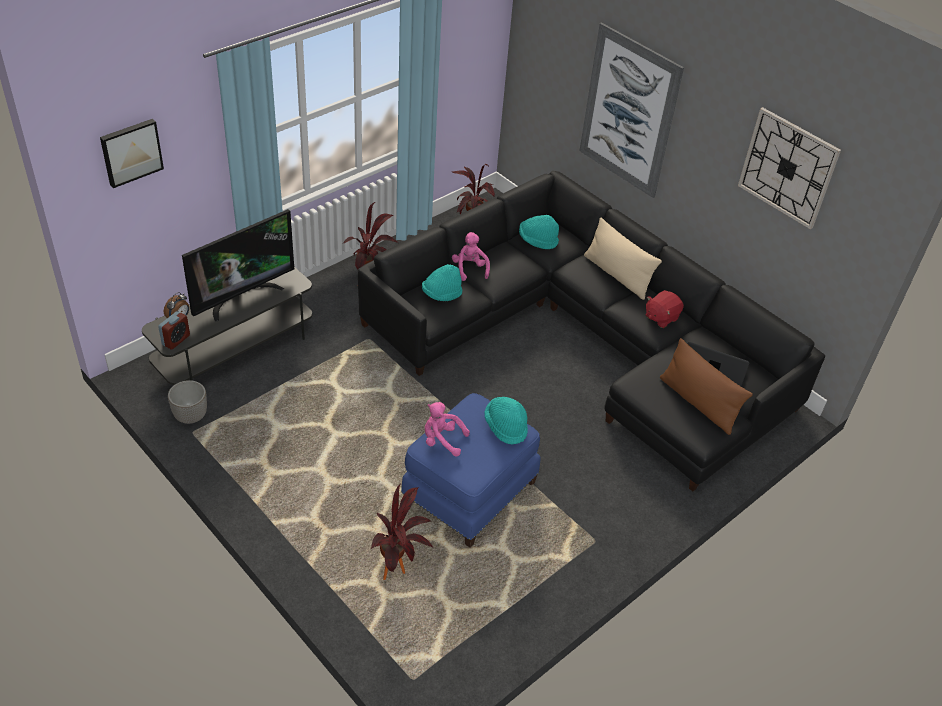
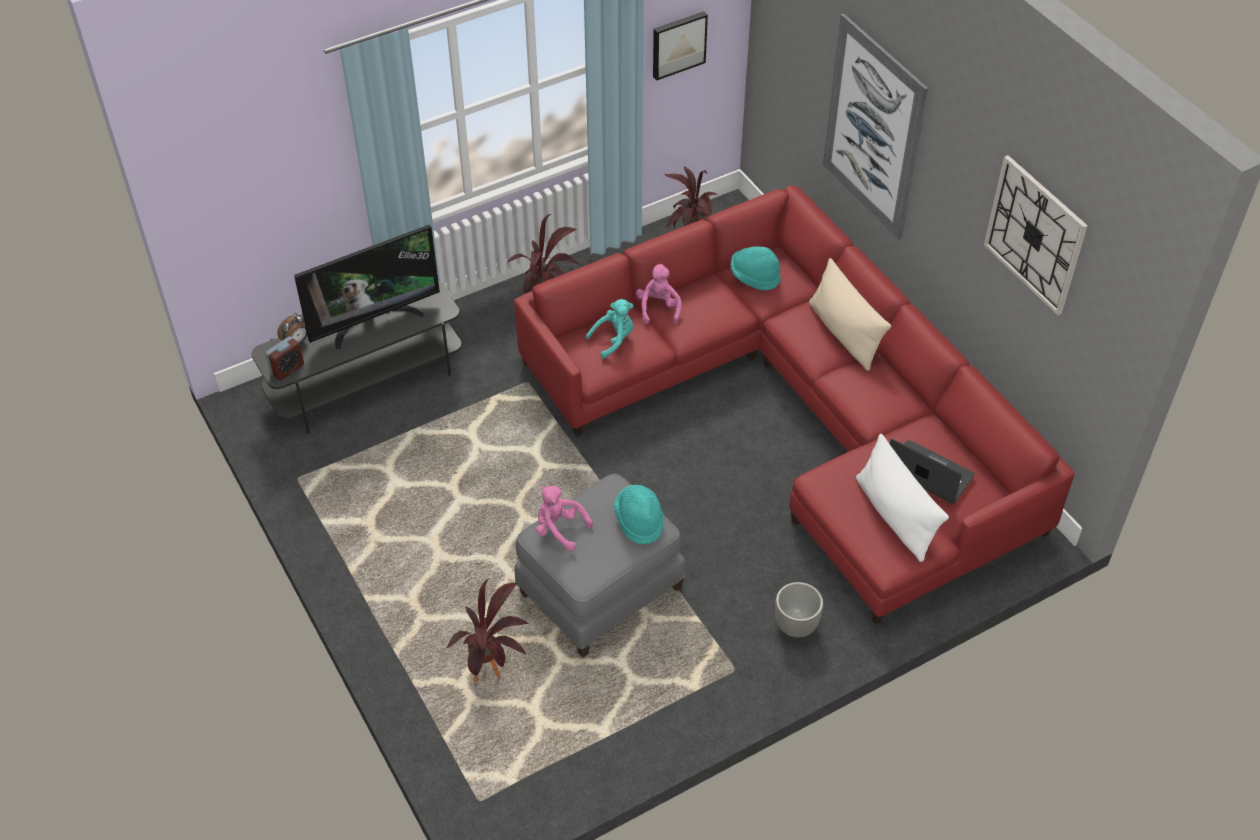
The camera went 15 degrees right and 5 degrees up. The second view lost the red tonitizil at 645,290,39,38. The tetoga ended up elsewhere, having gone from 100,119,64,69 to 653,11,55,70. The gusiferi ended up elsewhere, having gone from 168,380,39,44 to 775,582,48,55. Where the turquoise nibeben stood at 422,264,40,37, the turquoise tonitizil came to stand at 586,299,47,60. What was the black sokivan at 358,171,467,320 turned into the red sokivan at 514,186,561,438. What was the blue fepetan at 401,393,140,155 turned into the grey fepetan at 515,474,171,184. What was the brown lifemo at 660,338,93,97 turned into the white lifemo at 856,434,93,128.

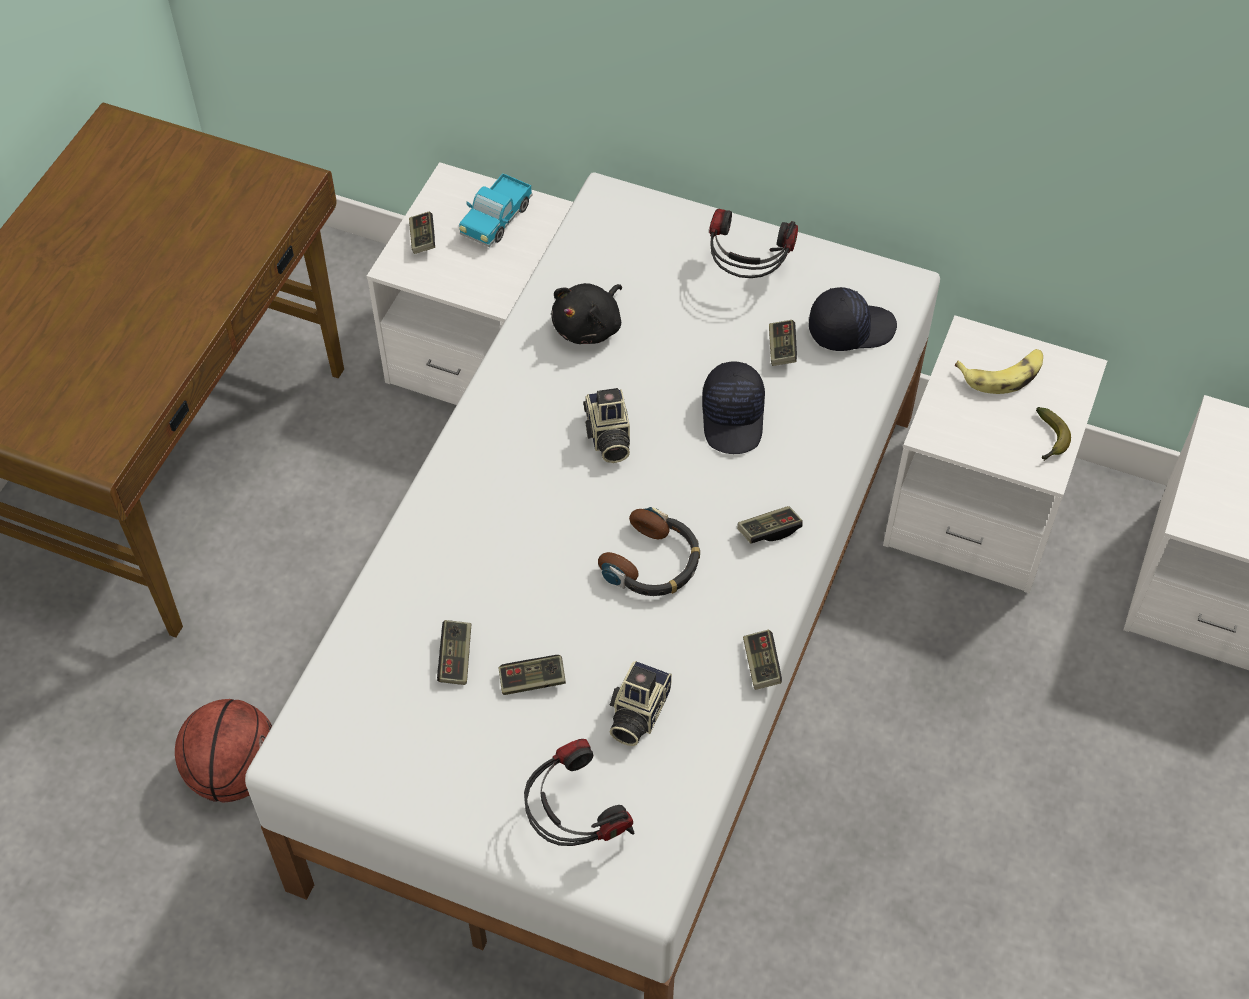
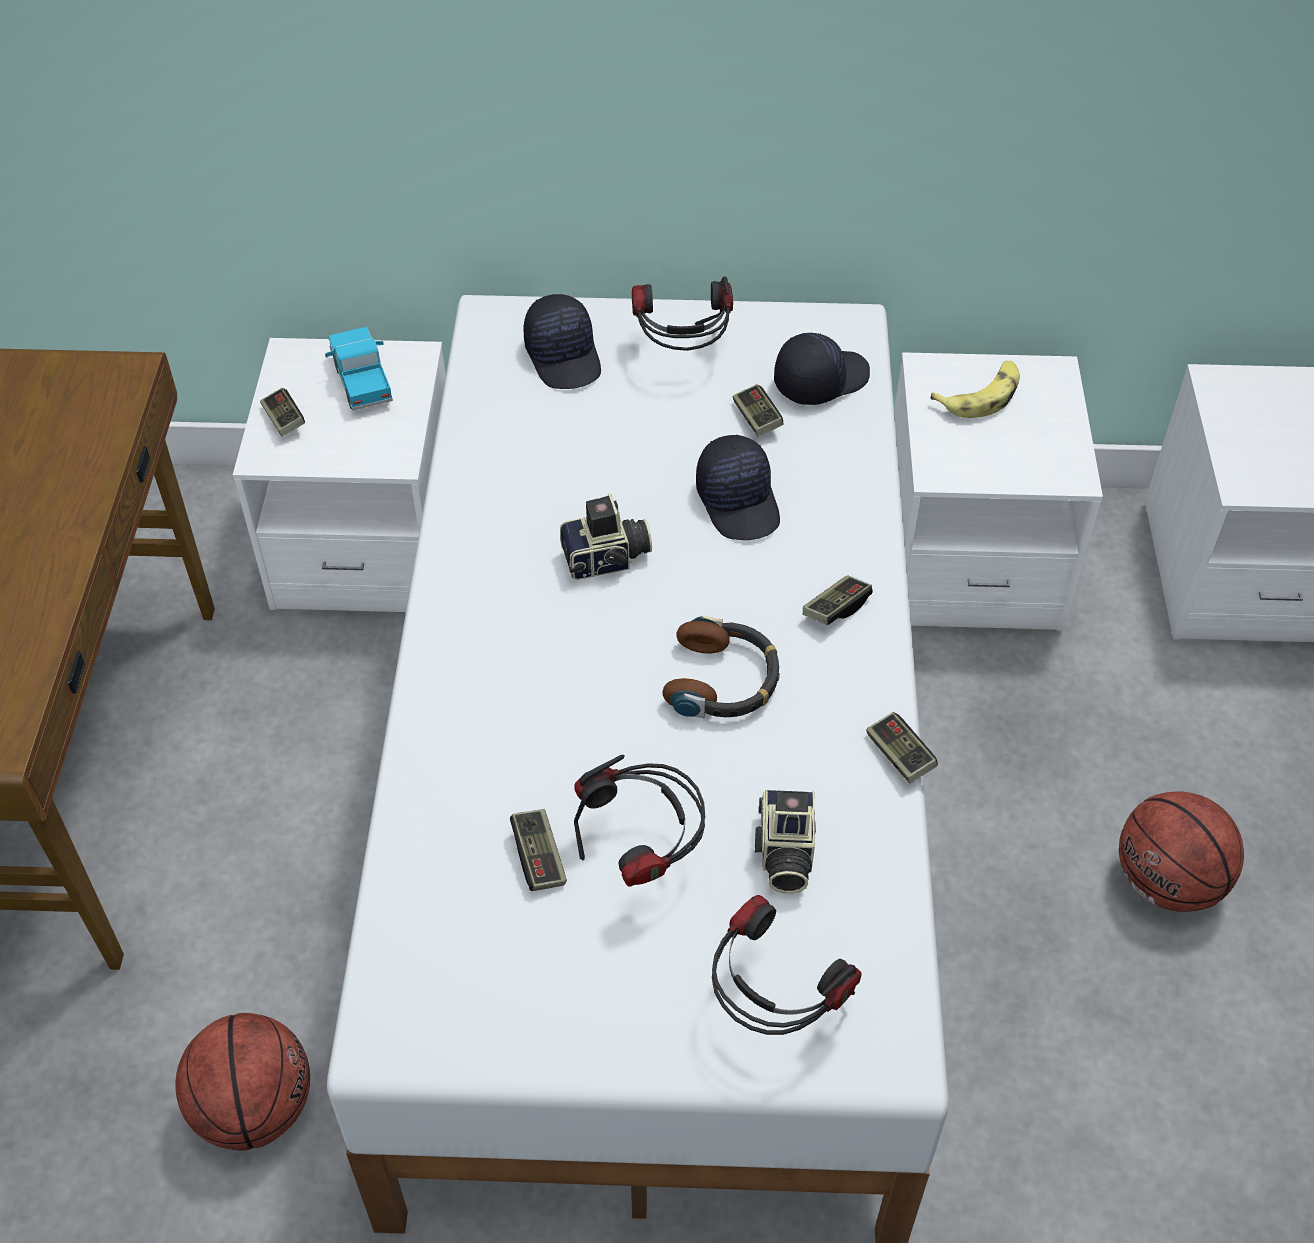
The camera went 20 degrees left and 5 degrees down. The second view lost the black tonitizil at 551,283,71,61. The second view lost the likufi at 1036,407,35,54. The second view gained the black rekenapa at 523,294,78,95. The second view gained the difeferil at 1119,792,125,120. Where the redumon stood at 499,655,67,40, the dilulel came to stand at 574,755,131,132. The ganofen at 459,173,74,74 ended up facing another way, 150 degrees clockwise from before. The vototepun at 583,388,47,75 ended up facing another way, 75 degrees counterclockwise from before.

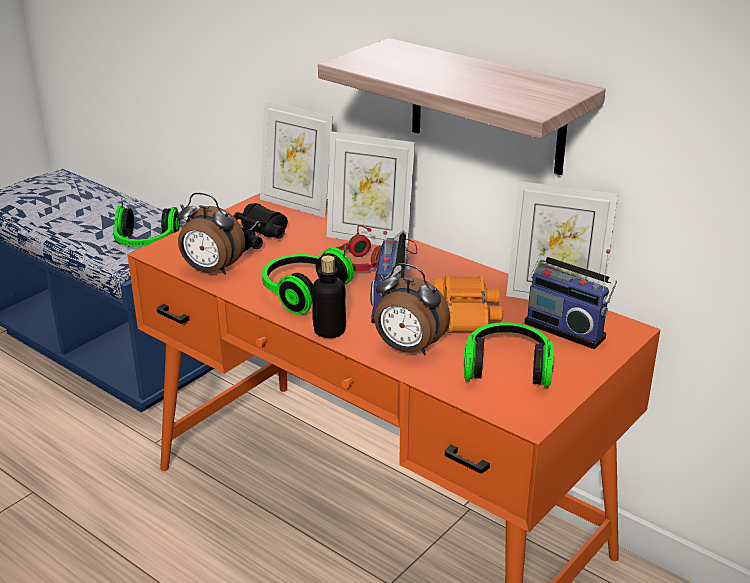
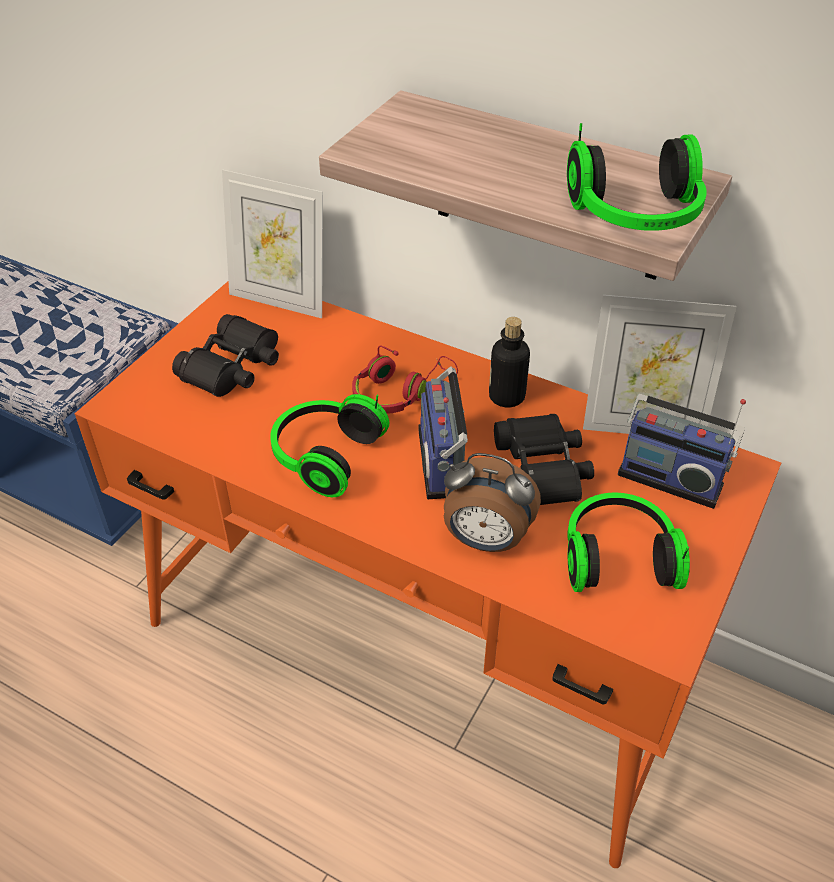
The camera went 10 degrees left and 15 degrees up. The second view lost the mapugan at 177,193,68,82. The second view lost the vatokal at 326,131,89,119. The dilulel ended up elsewhere, having gone from 113,198,67,49 to 567,123,140,108. The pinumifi ended up elsewhere, having gone from 312,255,34,83 to 489,317,41,90. What was the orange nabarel at 434,275,69,58 turned into the black nabarel at 494,414,100,91.

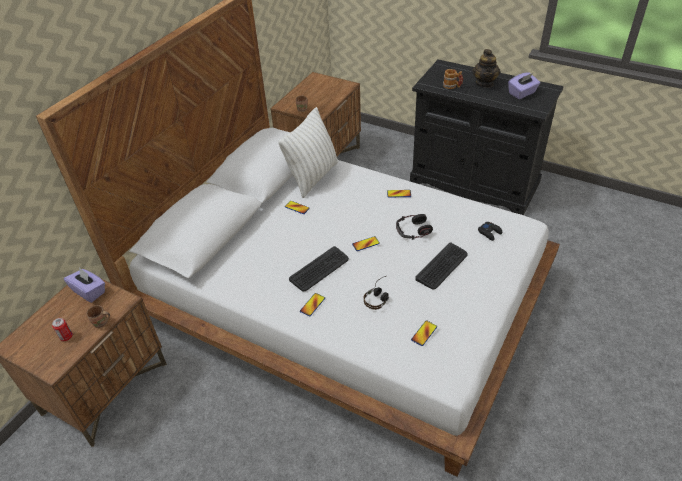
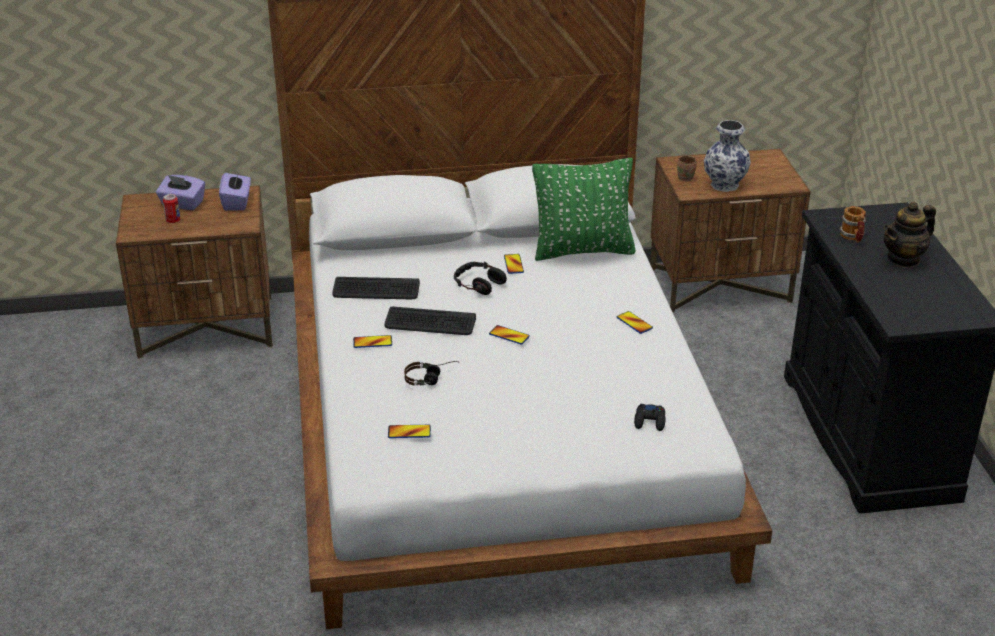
The camera went 50 degrees right and 10 degrees down. The second view lost the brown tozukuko at 87,305,23,23. The second view gained the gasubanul at 704,120,47,72. The dilulel ended up elsewhere, having gone from 396,214,37,26 to 454,262,53,33. The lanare ended up elsewhere, having gone from 415,242,53,48 to 332,277,88,22. The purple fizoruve ended up elsewhere, having gone from 508,72,32,27 to 156,175,49,35. What was the white lifemo at 278,107,60,91 turned into the green lifemo at 532,158,104,103.

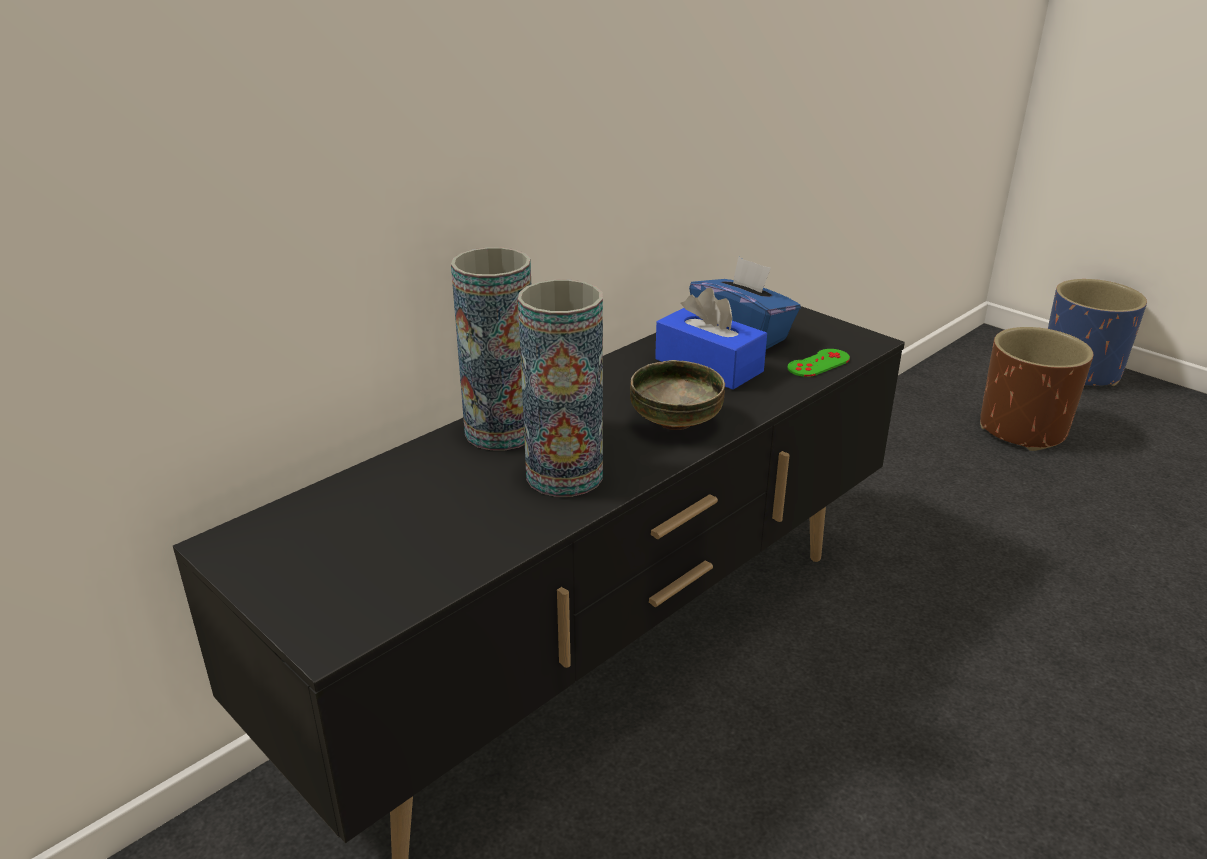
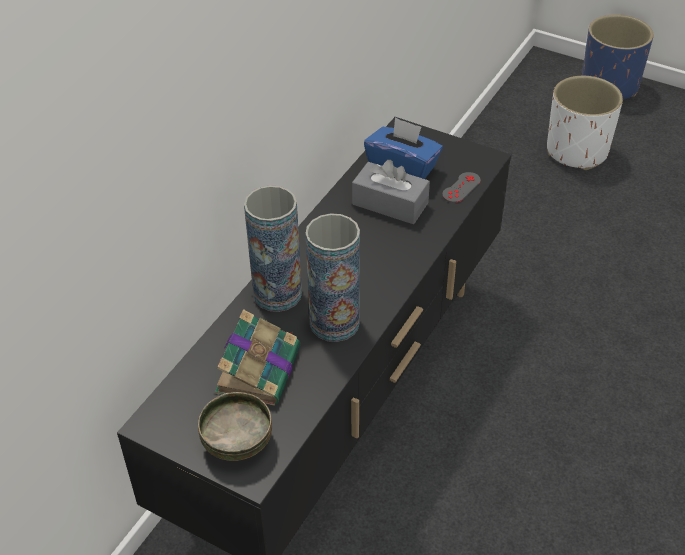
The camera went 15 degrees left and 15 degrees up. The second view gained the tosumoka at 215,309,85,97. The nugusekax ended up elsewhere, having gone from 630,360,95,70 to 198,392,74,69. What was the blue fizoruve at 655,288,112,102 turned into the grey fizoruve at 352,160,78,64. What was the green redumon at 788,349,62,28 turned into the grey redumon at 442,172,39,31. What was the brown gusiferi at 980,327,113,124 turned into the white gusiferi at 547,76,76,94.

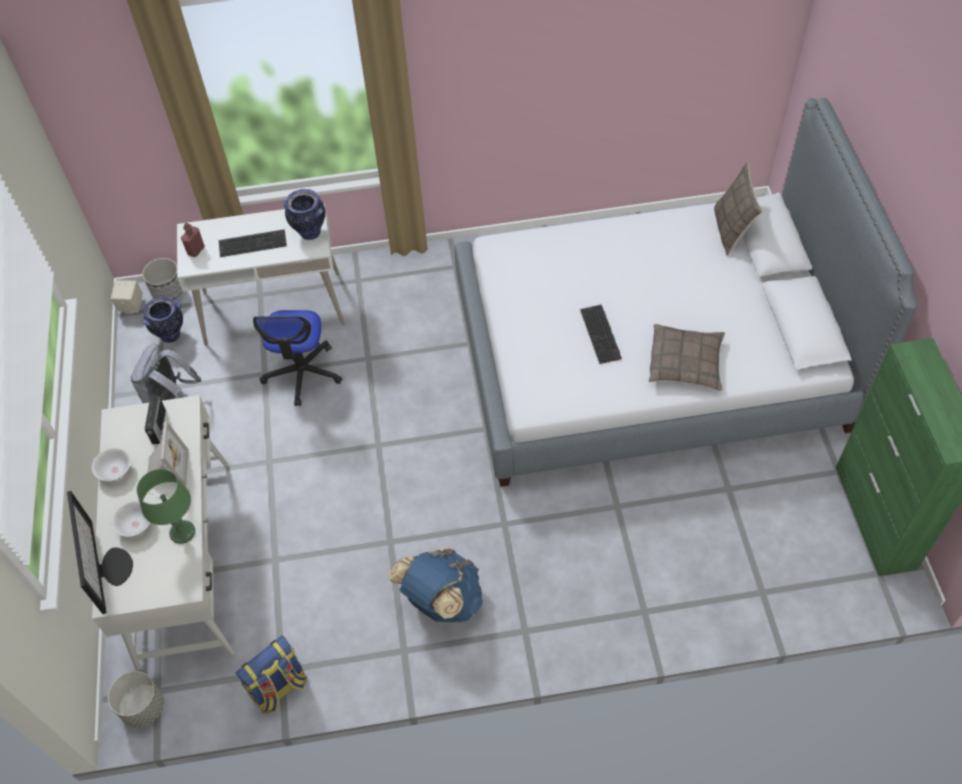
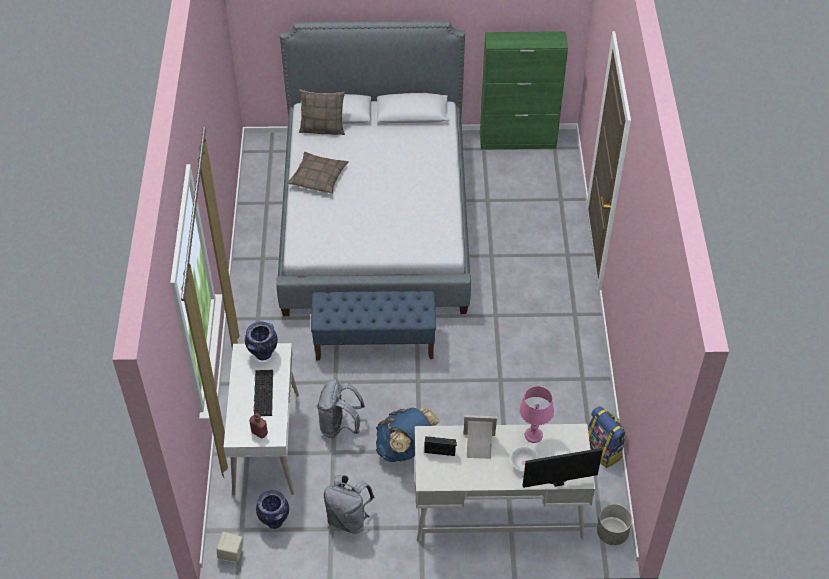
The camera went 85 degrees left and 5 degrees down. The second view lost the white nugusekax at 92,448,39,33. The second view lost the gusiferi at 142,258,41,42. The second view lost the lanare at 580,304,42,60. The second view gained the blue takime at 311,291,125,70. The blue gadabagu ended up elsewhere, having gone from 388,549,95,73 to 376,407,63,55. The lifemo ended up elsewhere, having gone from 649,324,76,67 to 288,152,61,42. Where the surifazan stood at 253,310,89,96, the grey gadabagu came to stand at 317,379,48,59. What was the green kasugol at 137,469,58,75 turned into the pink kasugol at 519,386,35,57.

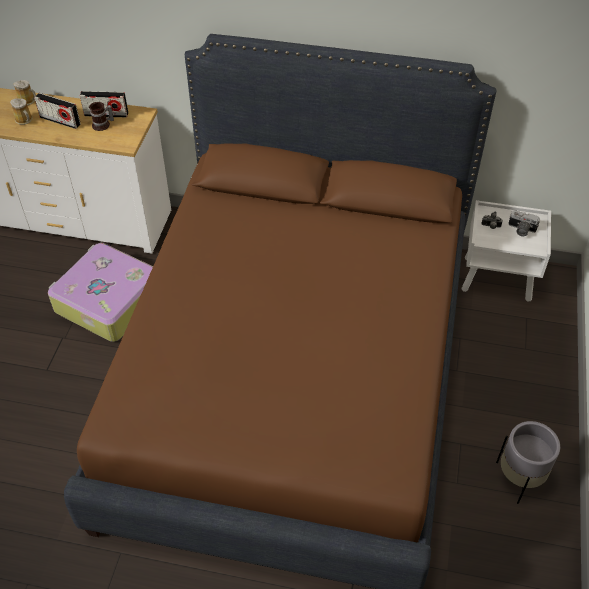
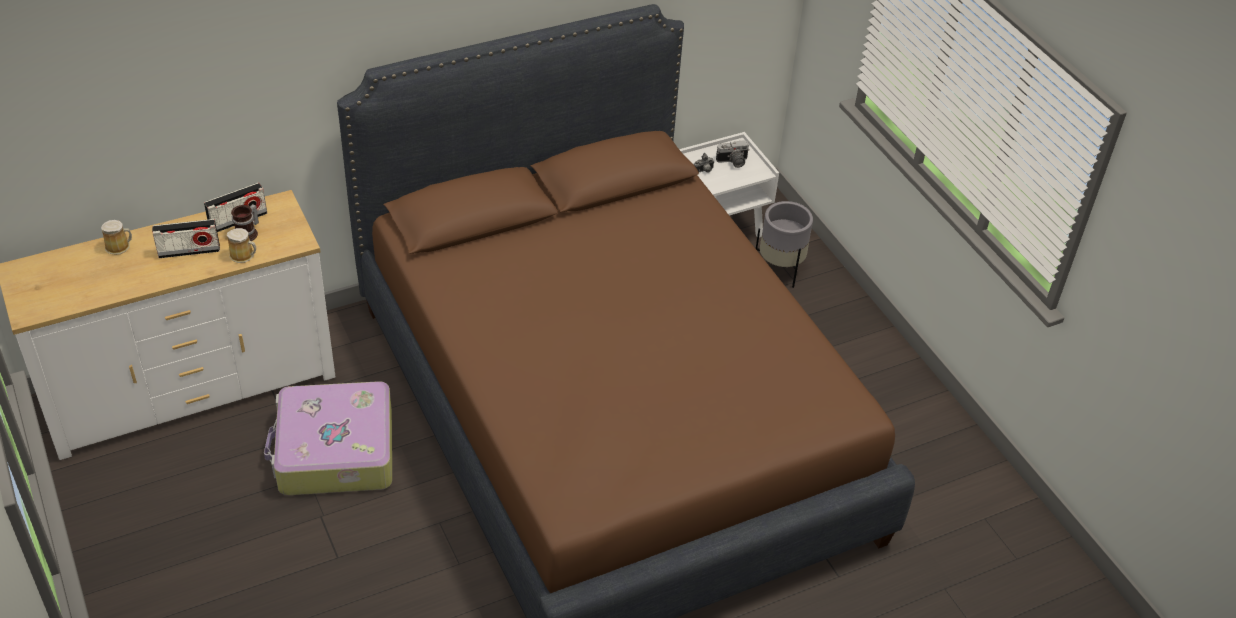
The camera went 40 degrees left and 5 degrees down. The tozukuko ended up elsewhere, having gone from 10,98,23,27 to 227,228,29,35. The grey gusiferi ended up elsewhere, having gone from 496,421,64,83 to 756,201,57,87.

